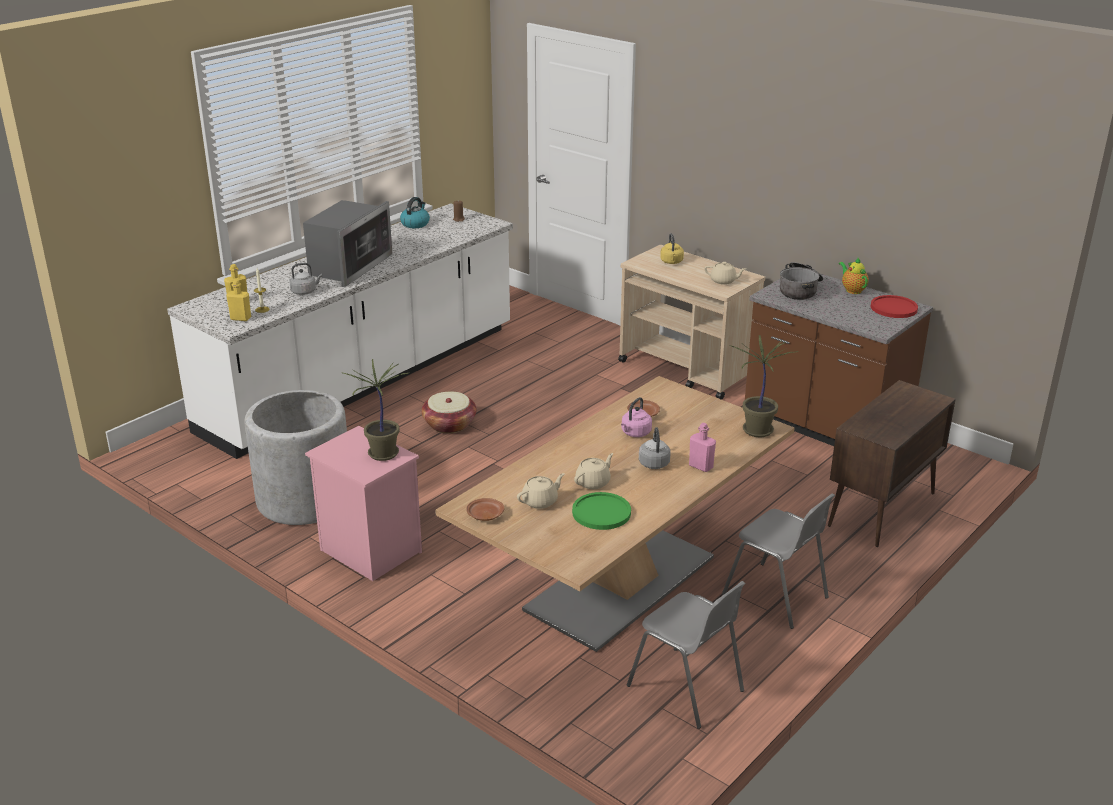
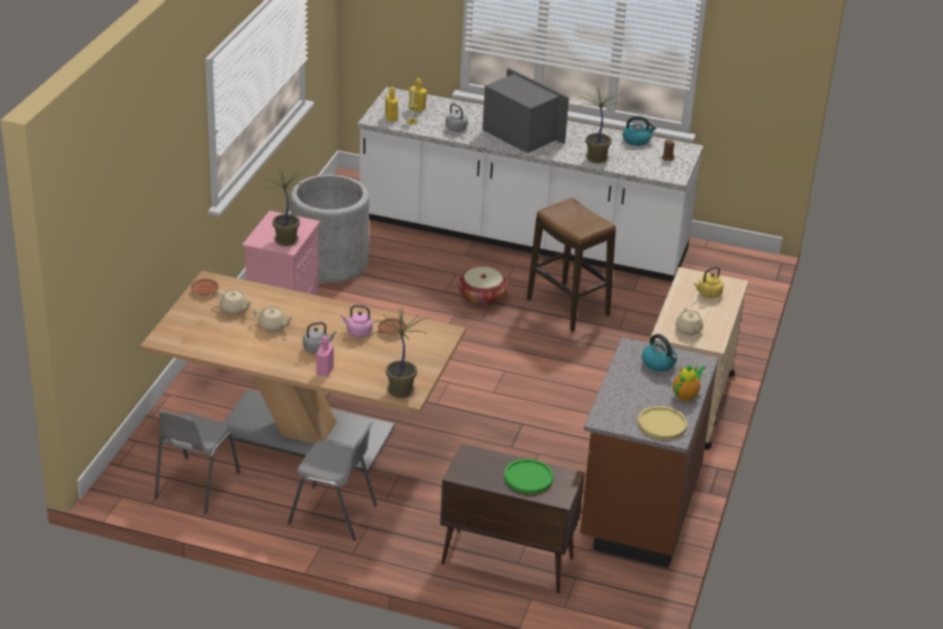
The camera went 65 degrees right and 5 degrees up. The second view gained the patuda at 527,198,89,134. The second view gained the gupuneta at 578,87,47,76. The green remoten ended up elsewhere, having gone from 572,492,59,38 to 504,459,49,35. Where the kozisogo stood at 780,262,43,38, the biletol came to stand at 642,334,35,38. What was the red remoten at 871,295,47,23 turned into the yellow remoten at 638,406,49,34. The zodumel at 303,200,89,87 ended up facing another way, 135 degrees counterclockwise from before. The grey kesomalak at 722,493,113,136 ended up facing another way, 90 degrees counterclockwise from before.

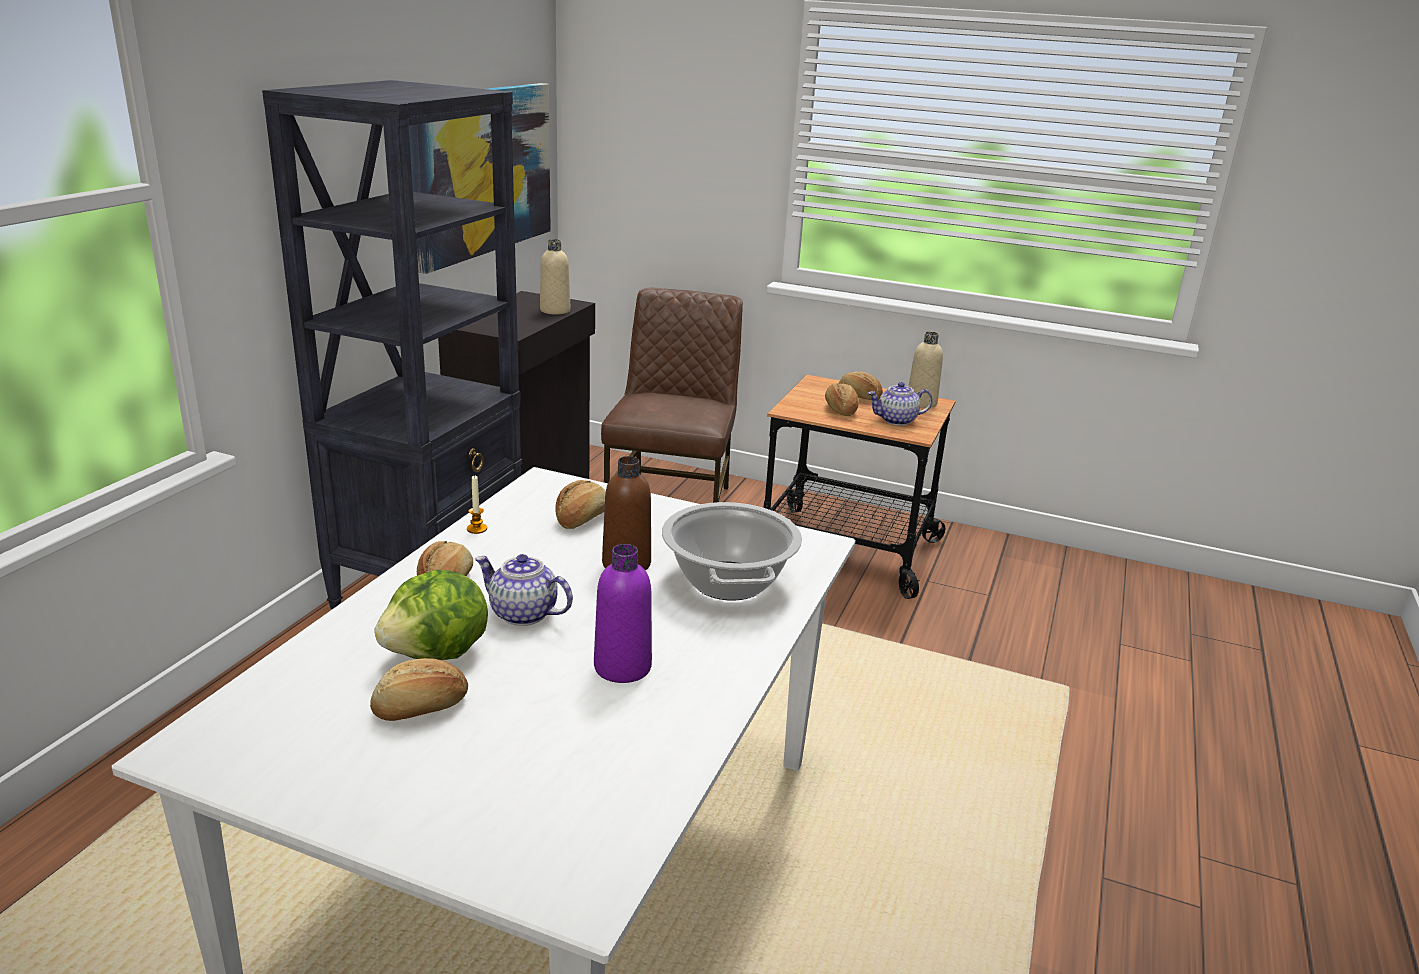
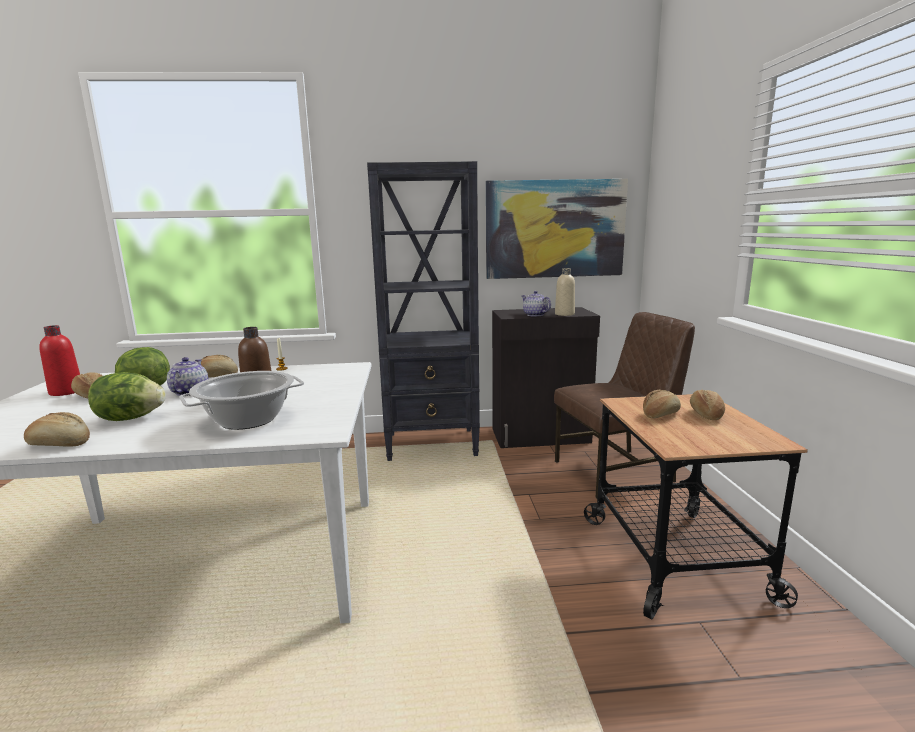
The camera went 65 degrees right and 10 degrees down. The second view lost the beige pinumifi at 909,332,34,76. The second view gained the red pinumifi at 39,325,41,71. The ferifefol ended up elsewhere, having gone from 555,480,51,49 to 24,412,66,35. The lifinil ended up elsewhere, having gone from 868,382,65,44 to 522,291,29,25. Where the purple pinumifi stood at 594,544,58,139, the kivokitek came to stand at 88,372,78,49.

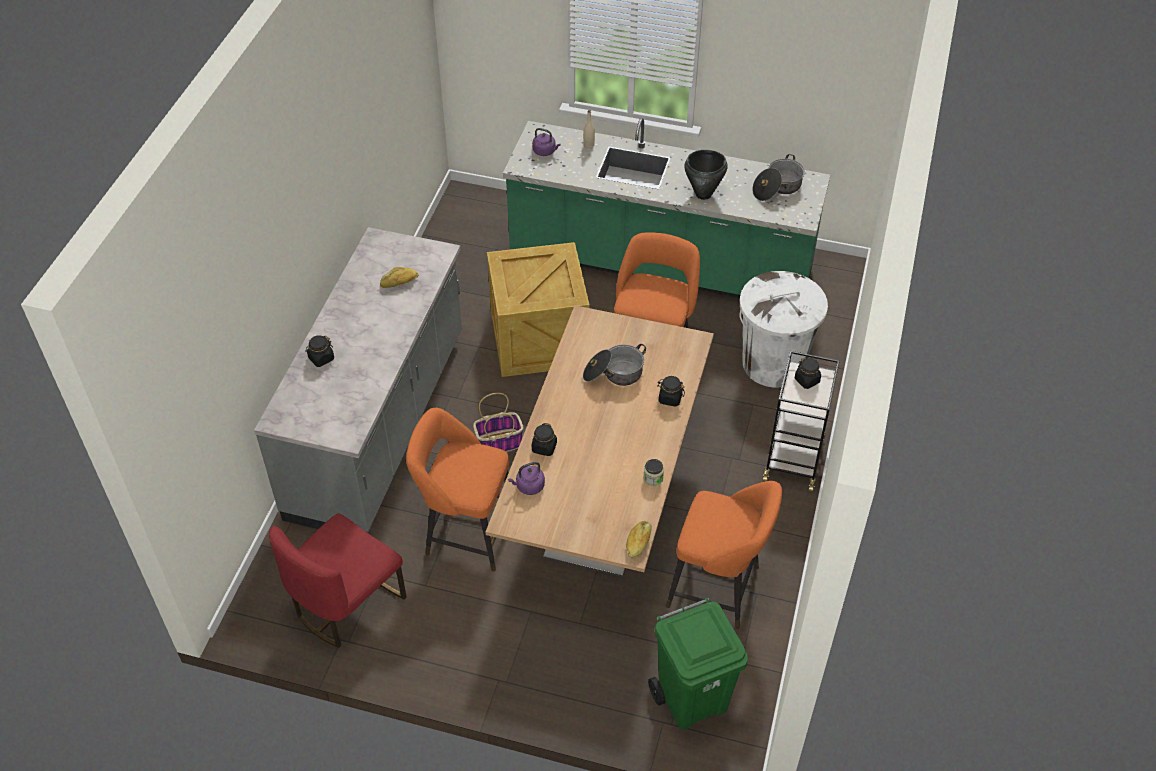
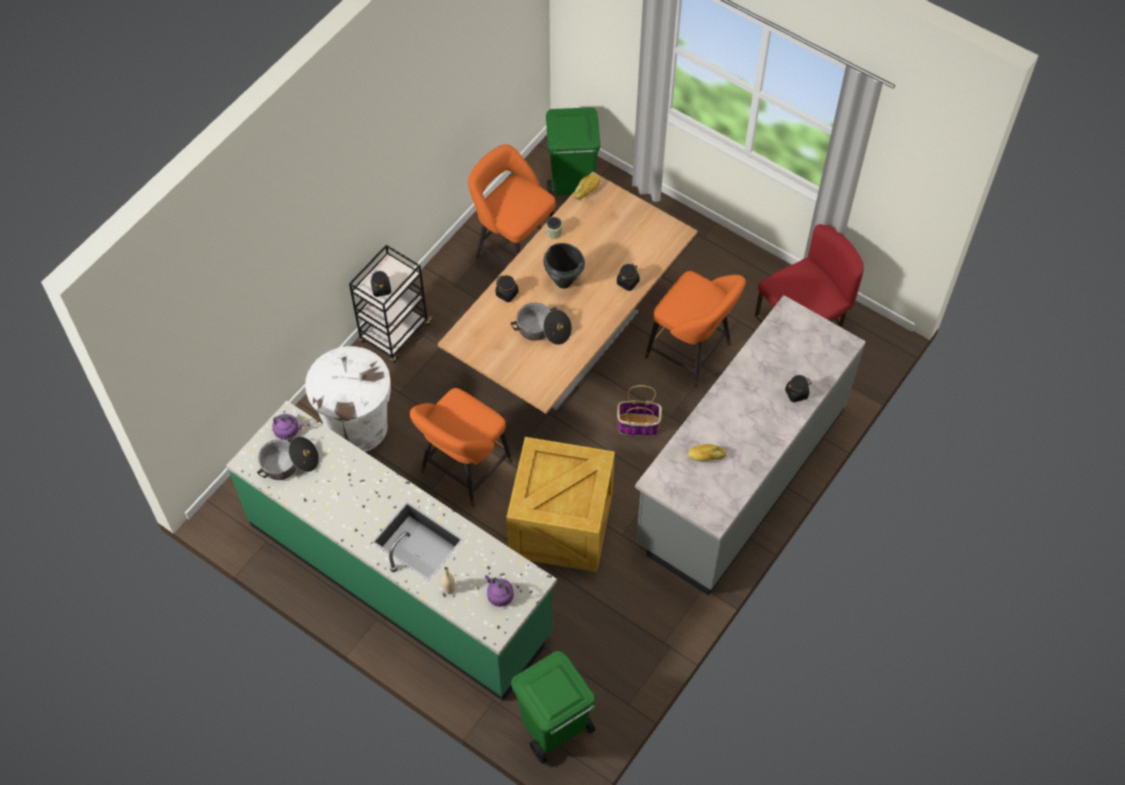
The camera went 160 degrees left and 10 degrees up. The second view gained the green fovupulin at 511,651,84,113. The purple biletol ended up elsewhere, having gone from 508,462,37,33 to 272,414,32,26. The black kozisogo ended up elsewhere, having gone from 684,150,44,50 to 543,243,42,46.

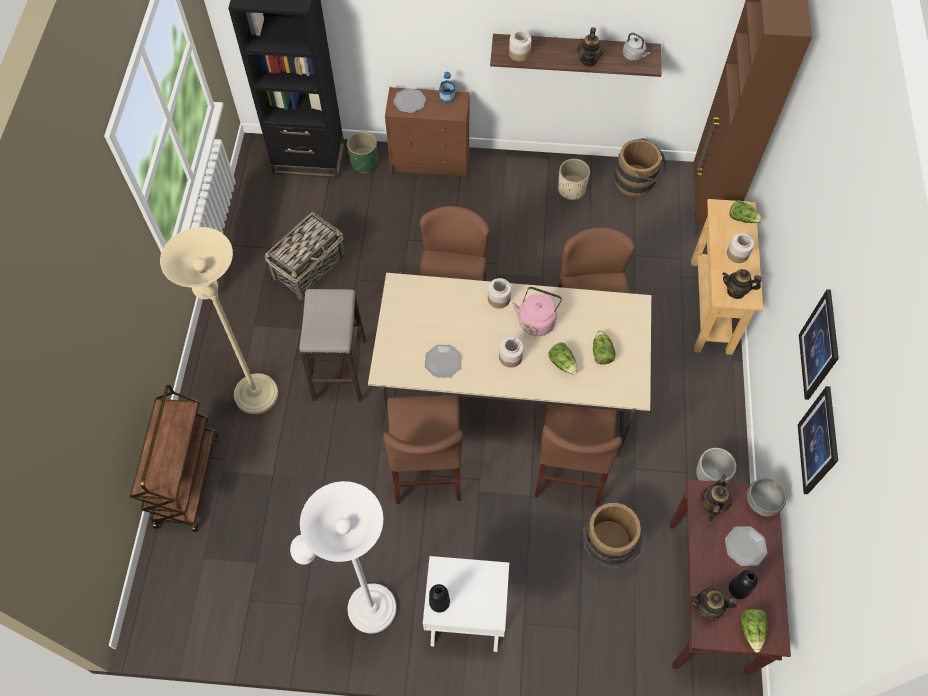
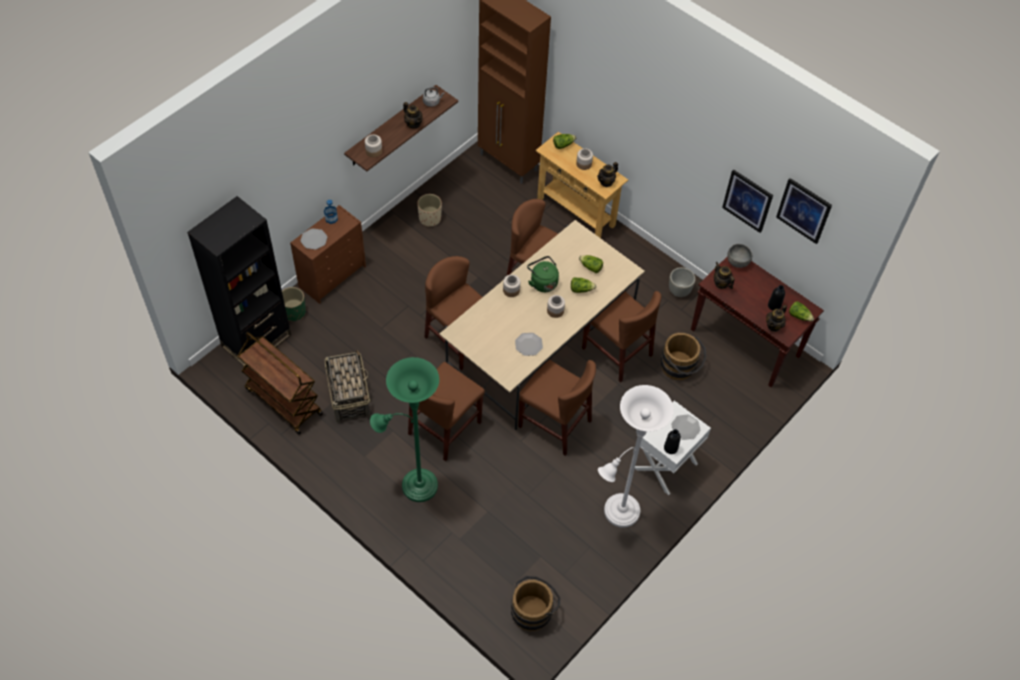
The camera went 55 degrees left and 5 degrees down. The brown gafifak ended up elsewhere, having gone from 130,385,88,147 to 238,332,85,103. The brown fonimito ended up elsewhere, having gone from 614,138,53,59 to 511,576,49,55. The remoten ended up elsewhere, having gone from 725,526,42,40 to 671,414,29,26. The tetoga ended up elsewhere, having gone from 799,289,40,111 to 776,178,56,66. Where the patuda stood at 299,289,67,113, the brown kesomalak came to stand at 408,362,77,99. What was the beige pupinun at 160,227,118,187 turned into the green pupinun at 370,357,69,145. What was the pink biletol at 512,287,50,49 turned into the green biletol at 527,256,32,36.

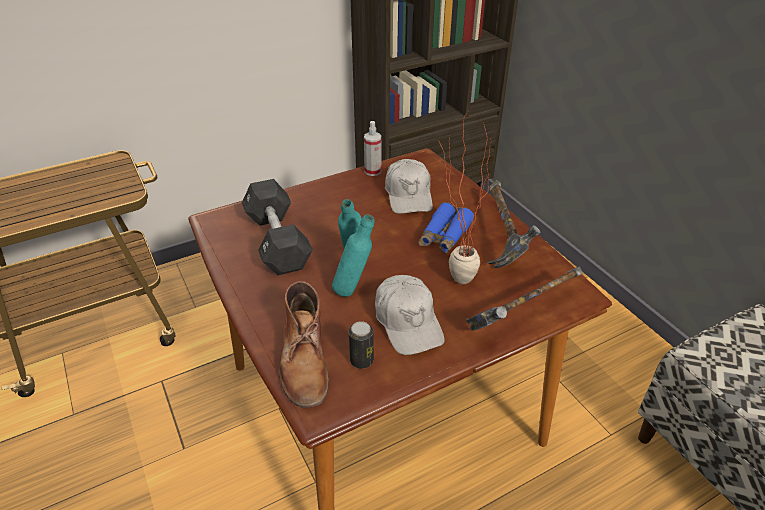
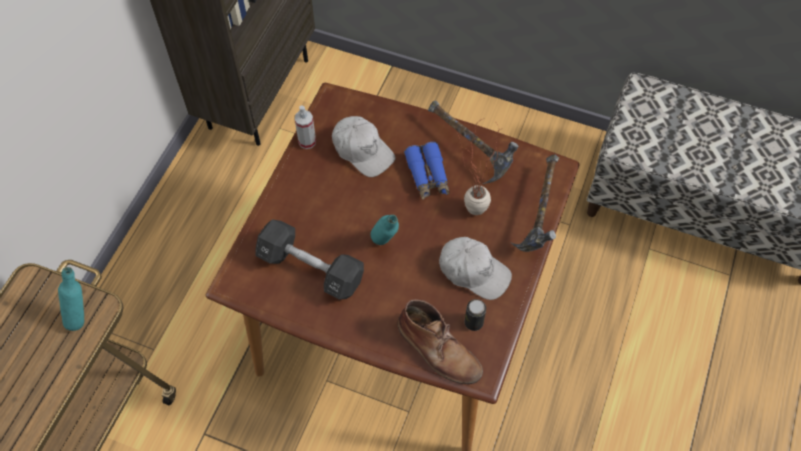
The camera went 40 degrees left and 20 degrees up. The turquoise pinumifi ended up elsewhere, having gone from 332,214,43,83 to 58,267,26,64.

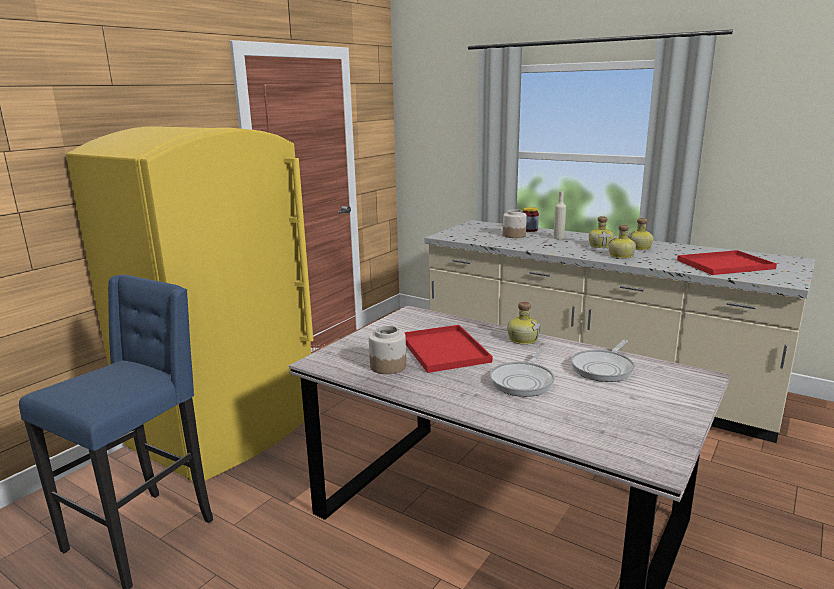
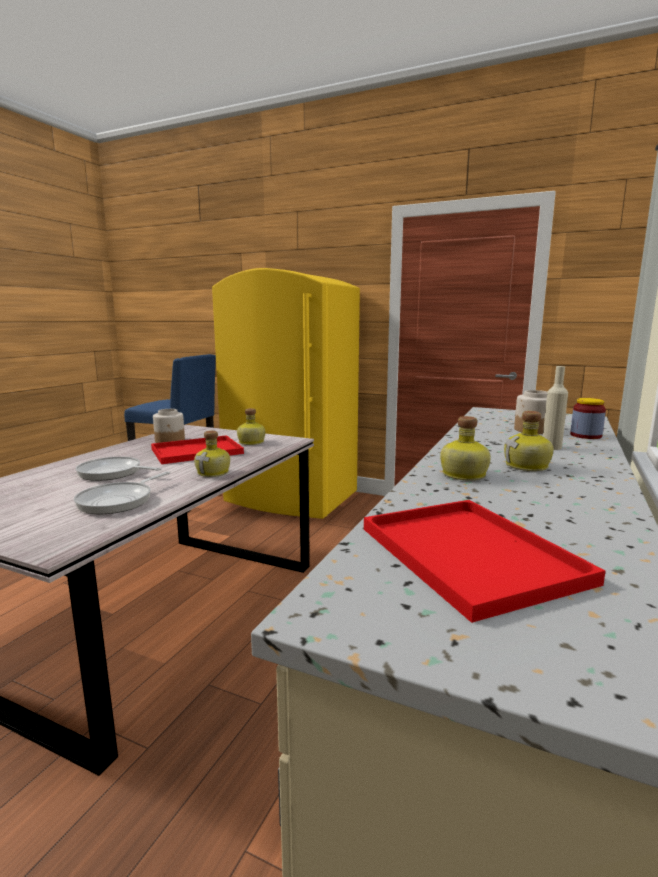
The camera went 80 degrees right and 5 degrees down. The pinumifi ended up elsewhere, having gone from 627,218,27,32 to 237,408,28,37. The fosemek at 571,340,64,42 ended up facing another way, 90 degrees counterclockwise from before.

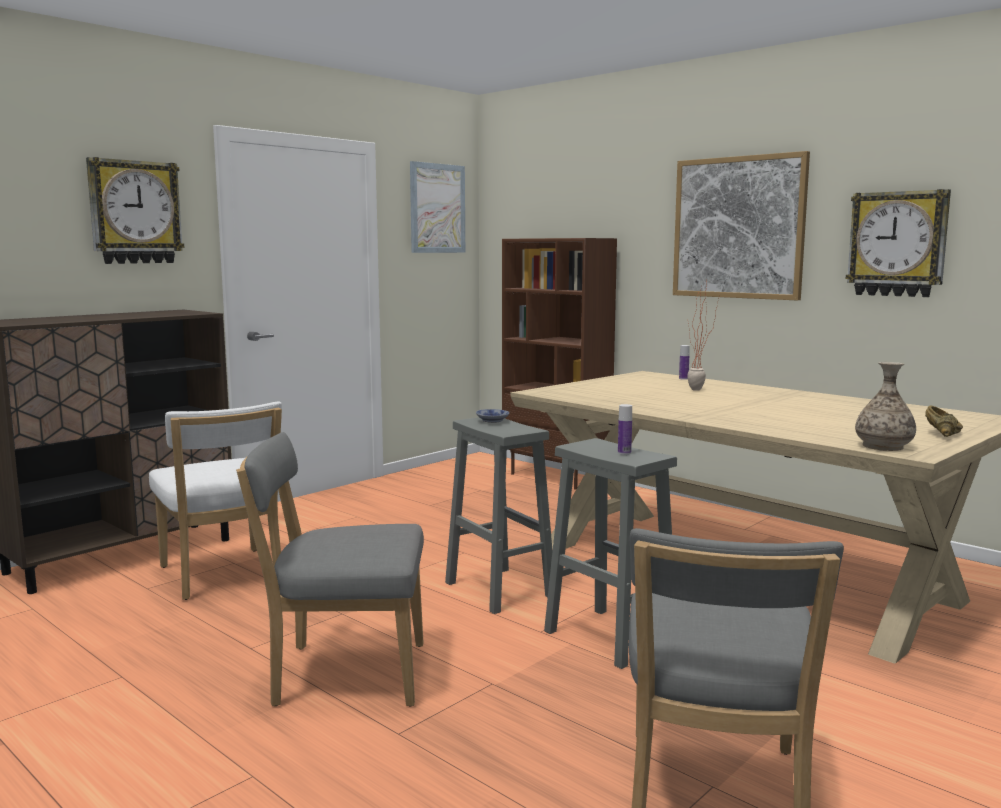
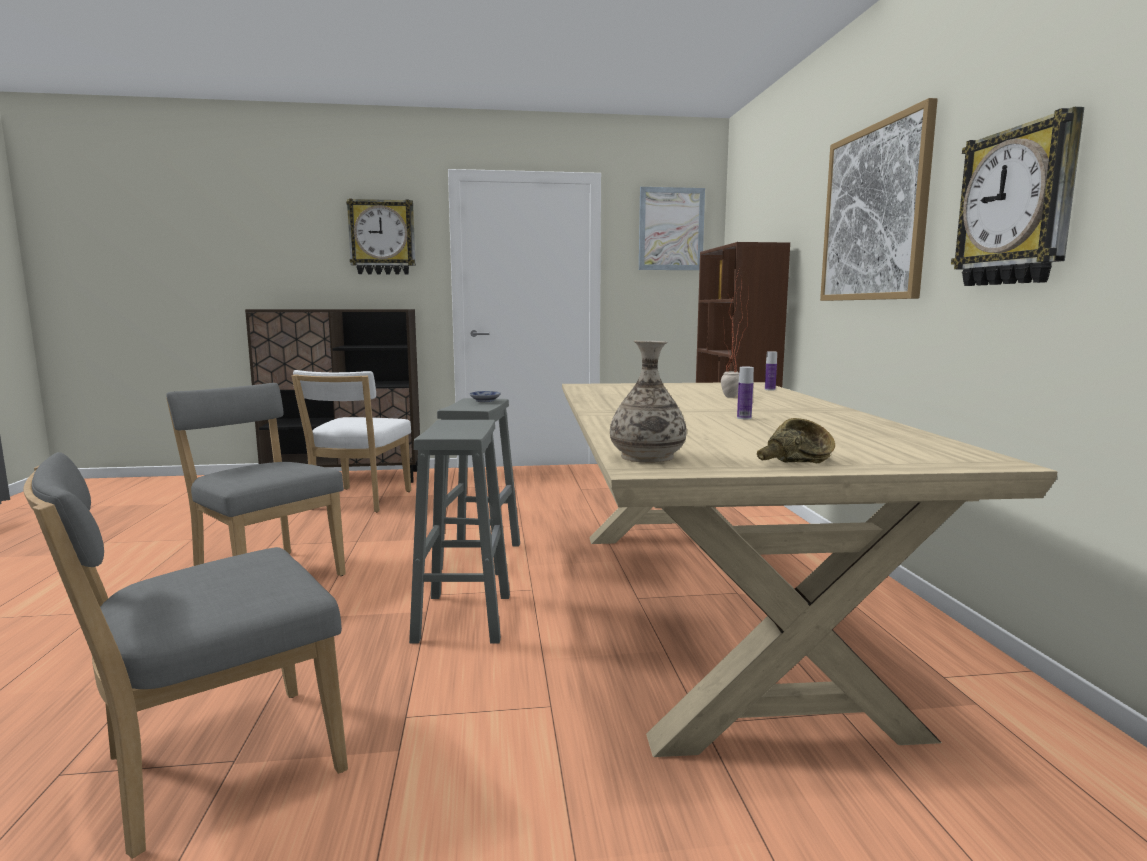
The camera went 40 degrees right and 0 degrees up. The pinumifi ended up elsewhere, having gone from 618,404,14,51 to 737,366,17,53.

